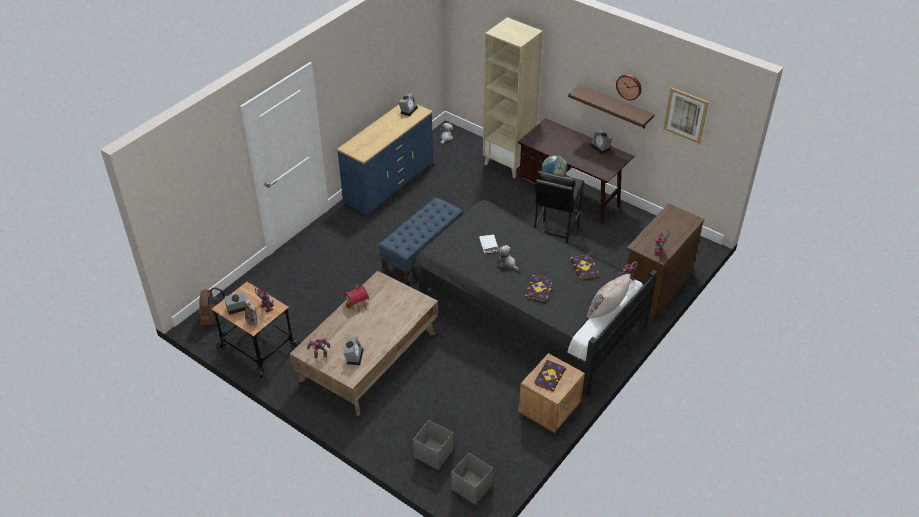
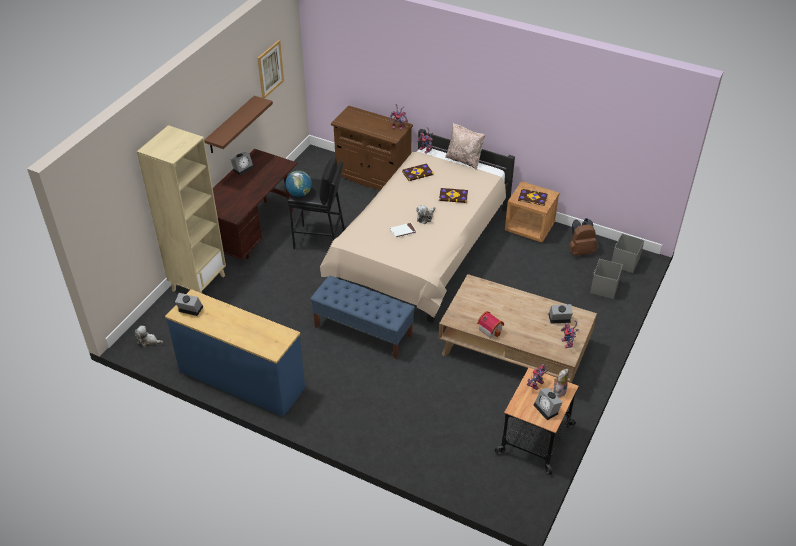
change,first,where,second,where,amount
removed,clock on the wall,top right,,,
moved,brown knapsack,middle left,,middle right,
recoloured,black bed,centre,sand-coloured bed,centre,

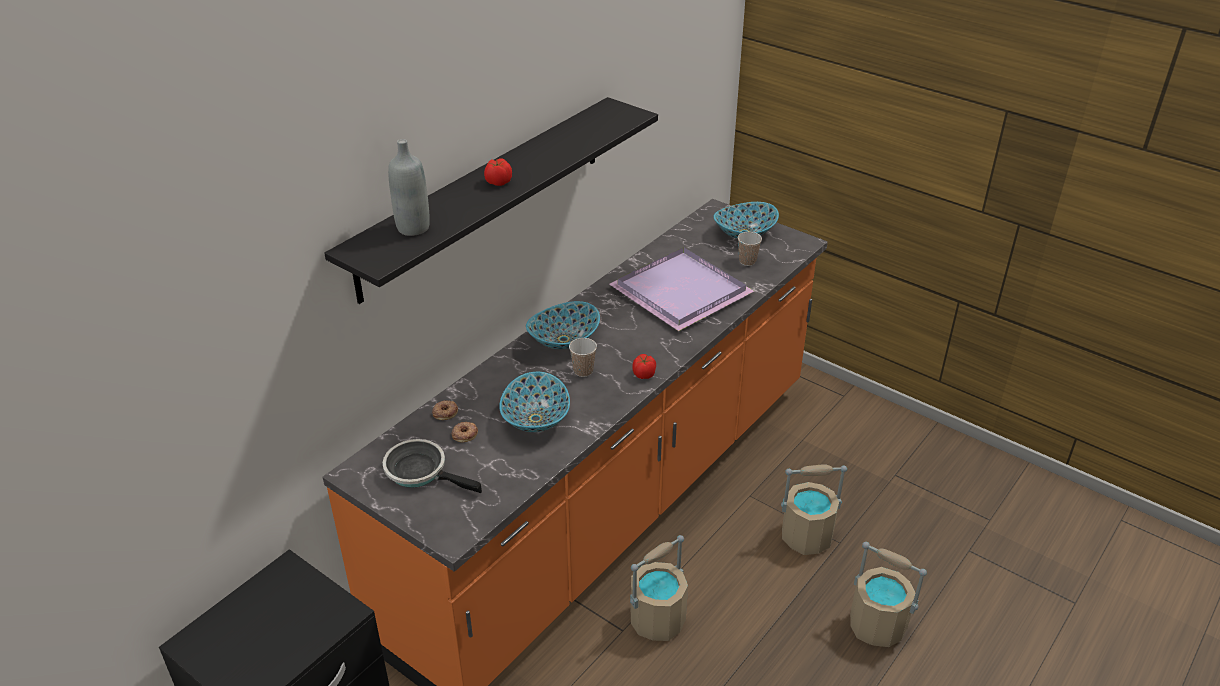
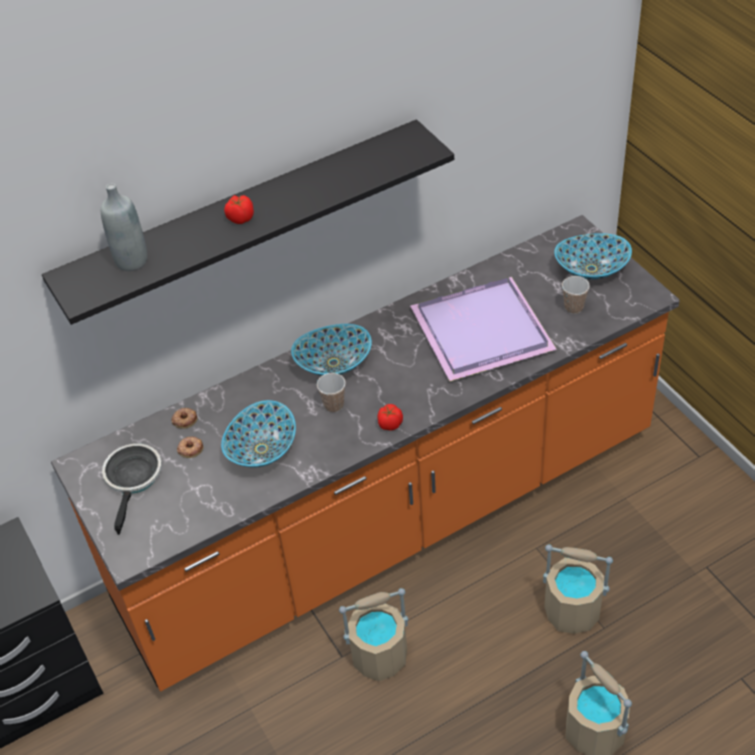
change,first,where,second,where,amount
turned,skillet,bottom centre,,middle left,45 degrees clockwise

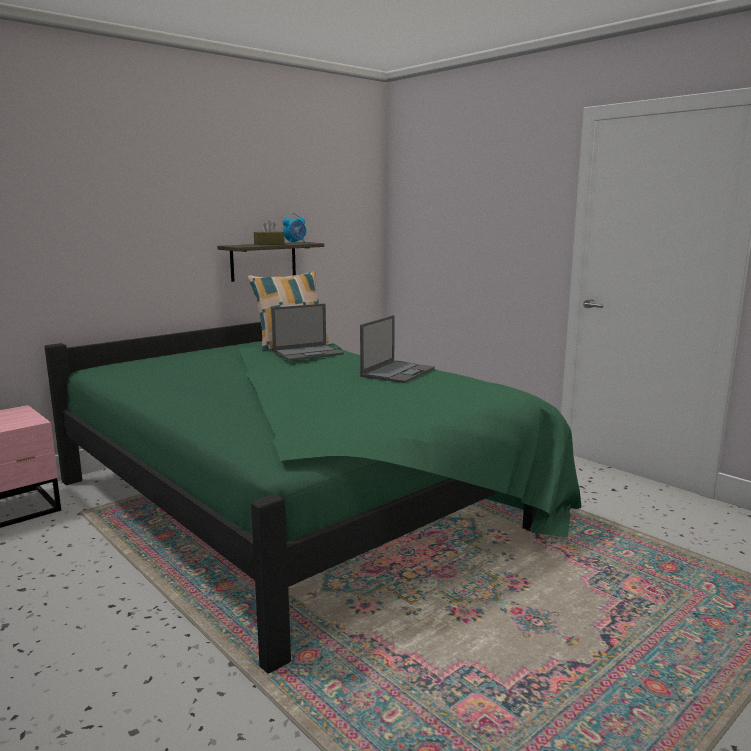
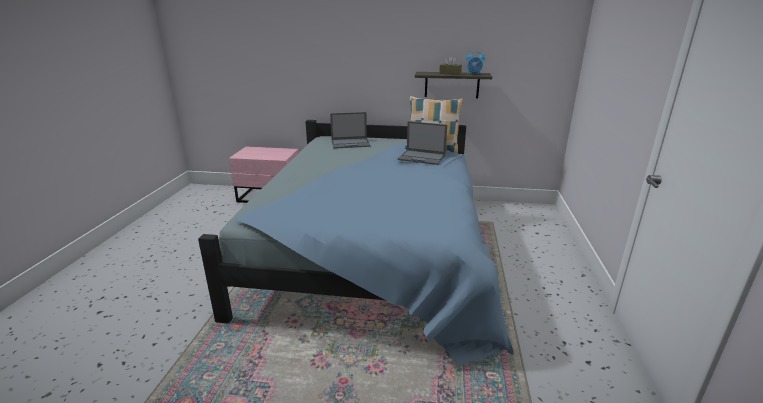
change,first,where,second,where,amount
moved,laptop (2nd from left in the first image),centre,laptop (1st from left),top centre,
recoloured,green-coloured bed,centre,bluish bed,centre,

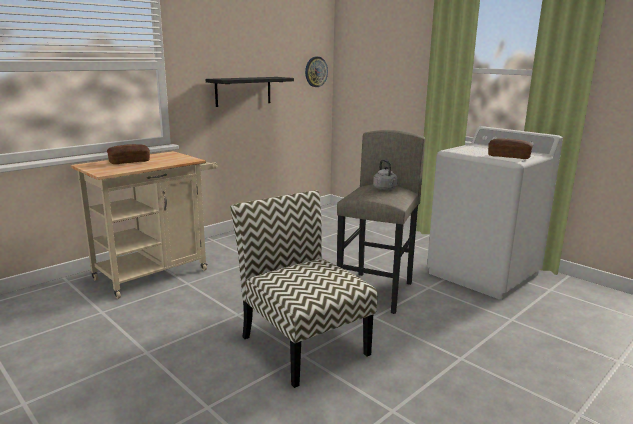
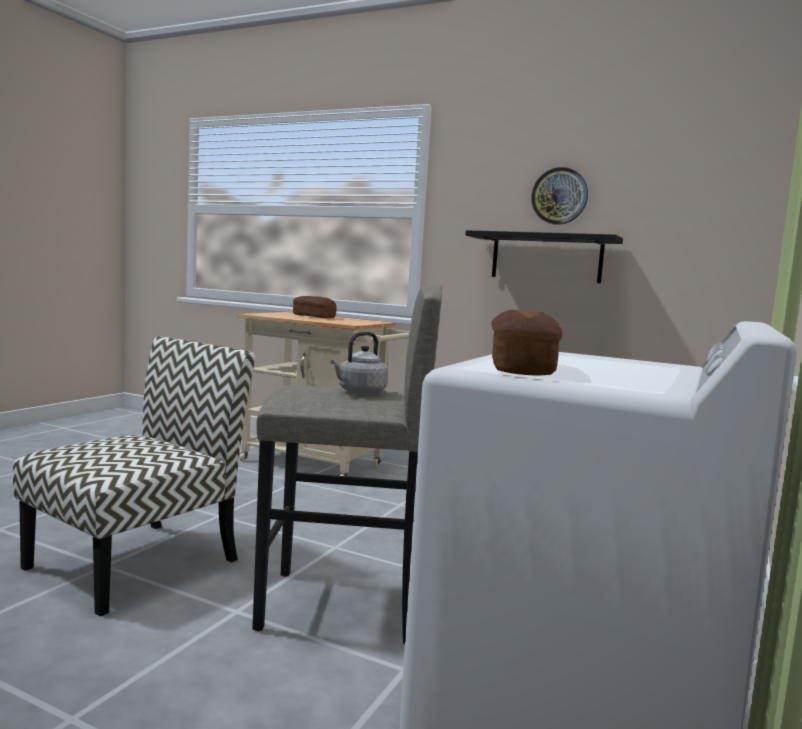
change,first,where,second,where,amount
moved,clock on the wall,top centre,,top right,

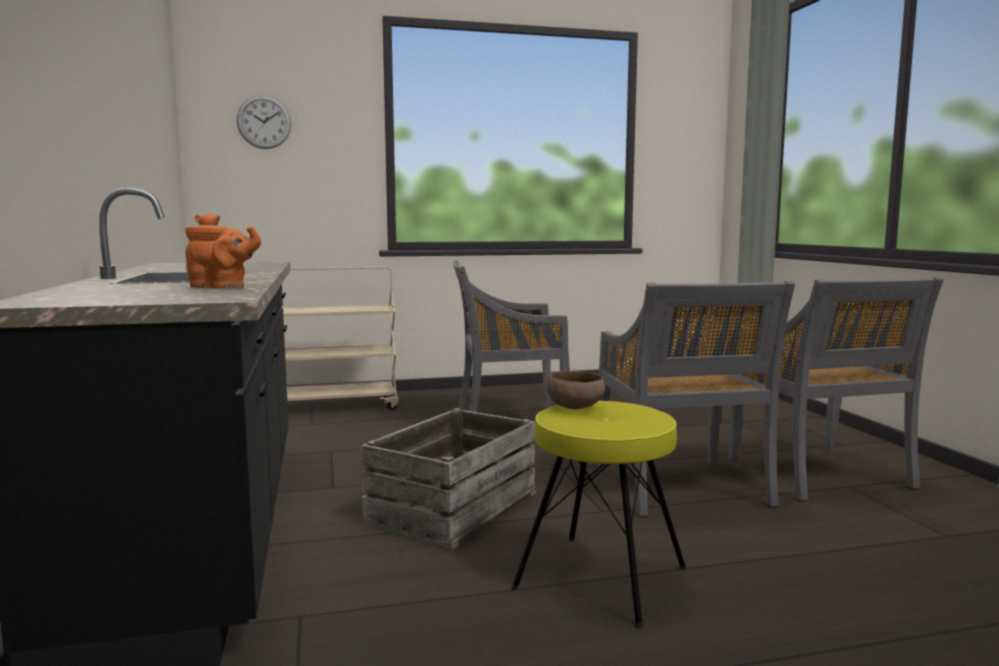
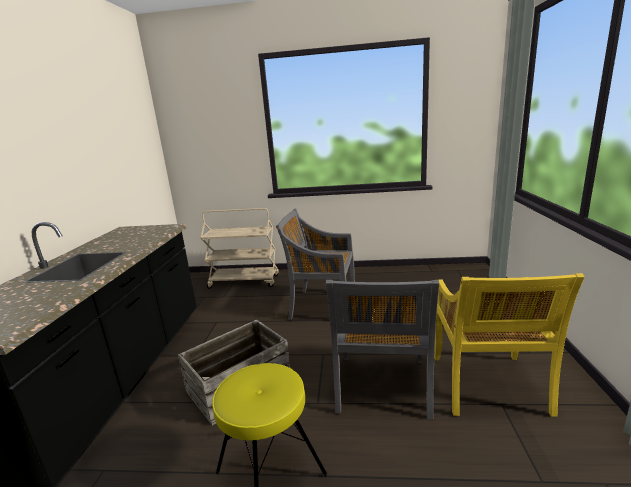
change,first,where,second,where,amount
removed,orangey teapot,middle left,,,
removed,clock on the wall,top left,,,
removed,brown serving bowl,centre,,,
recoloured,greyish upright chair (3rd from left),middle right,yellowish upright chair,bottom right,

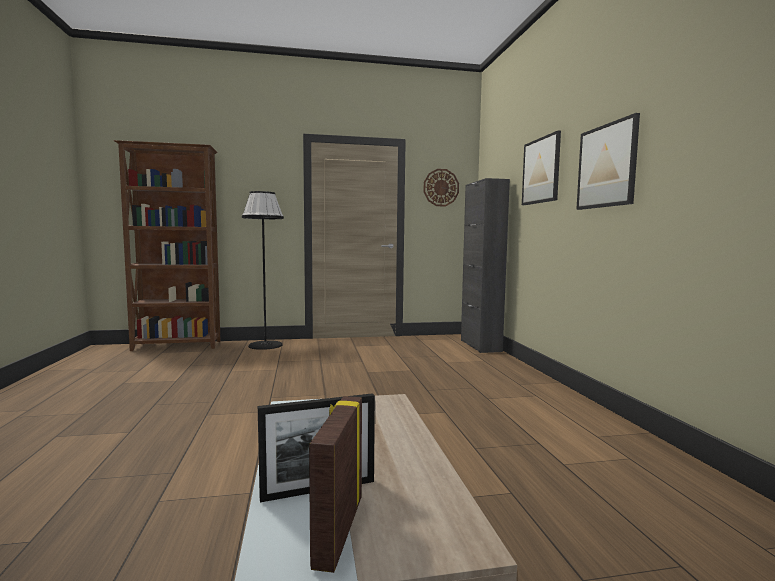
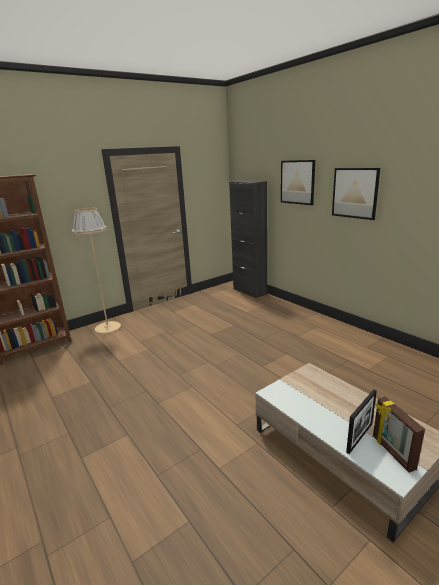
change,first,where,second,where,amount
removed,clock on the wall,top centre,,,
recoloured,black standing lamp,centre,sand-coloured standing lamp,middle left,

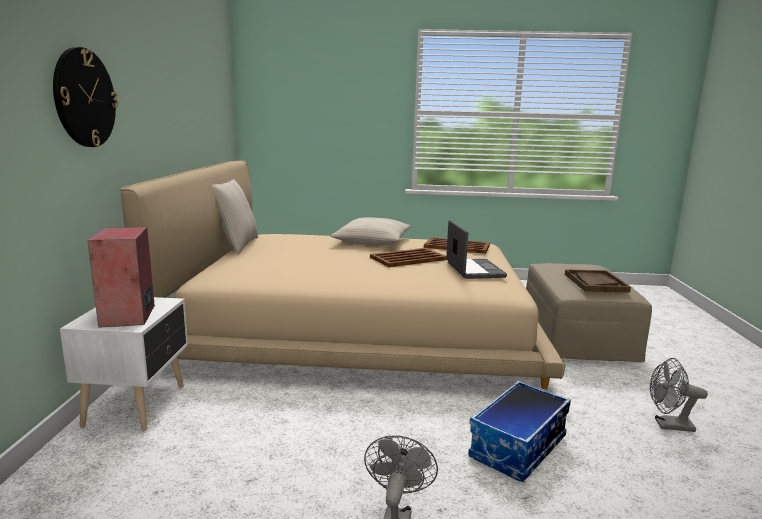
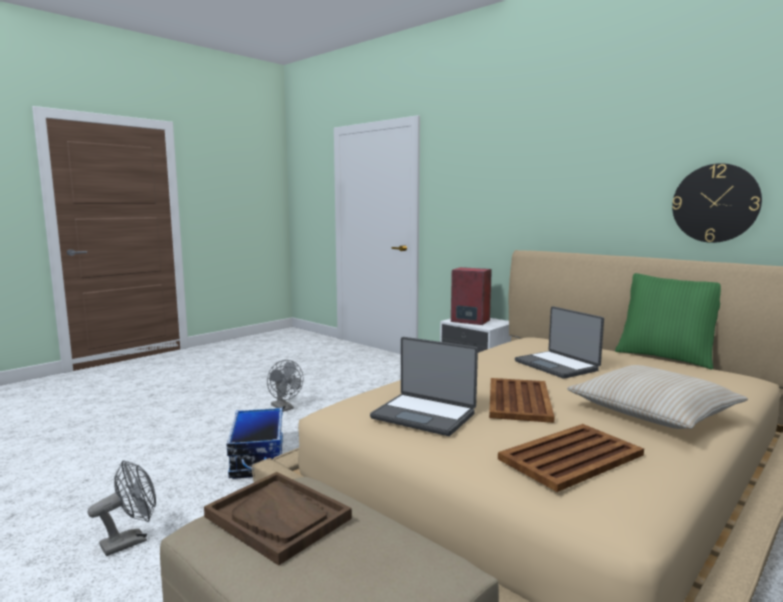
change,first,where,second,where,amount
added,,,laptop (2nd from left),middle right,
moved,clock on the wall,top left,,middle right,
recoloured,sand-coloured cushion (1st from left),middle left,green-coloured cushion,middle right,

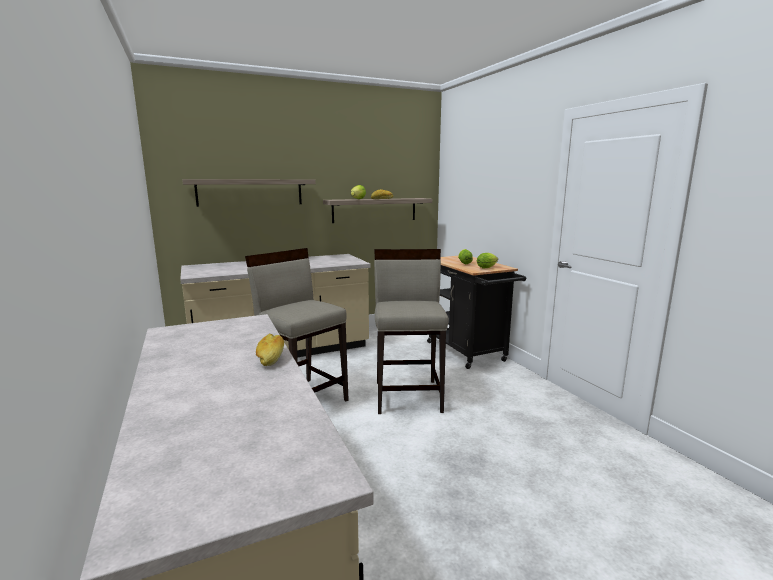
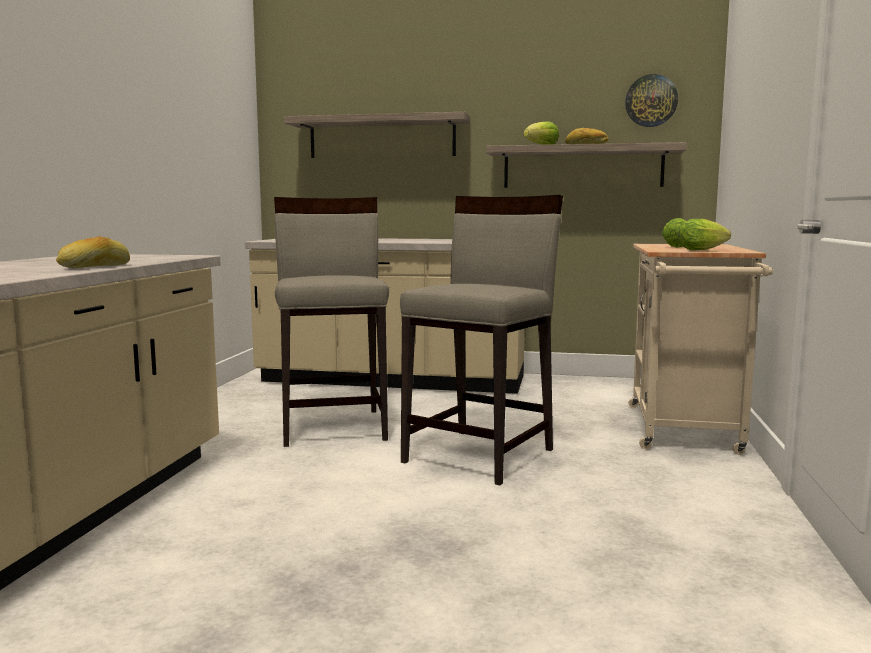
change,first,where,second,where,amount
added,,,clock on the wall,top right,
recoloured,black cart,centre,sand-coloured cart,middle right,

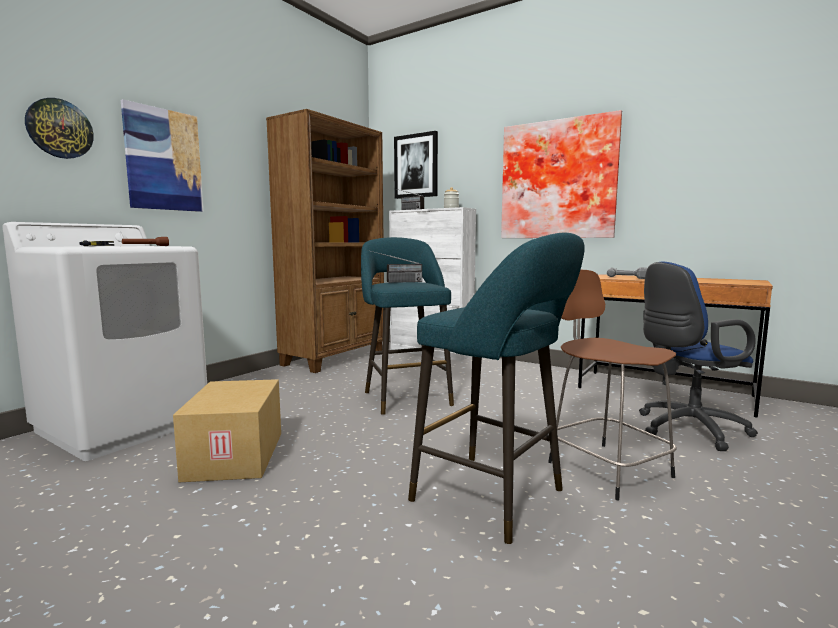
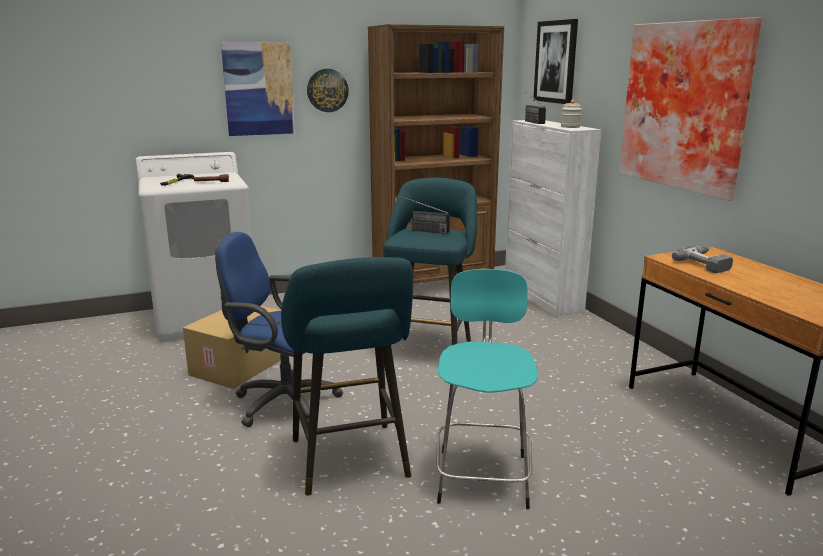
change,first,where,second,where,amount
moved,clock on the wall,top left,,top centre,
moved,bluish office chair,middle right,,centre,
recoloured,brown stool,middle right,turquoise stool (3rd from left),bottom centre,

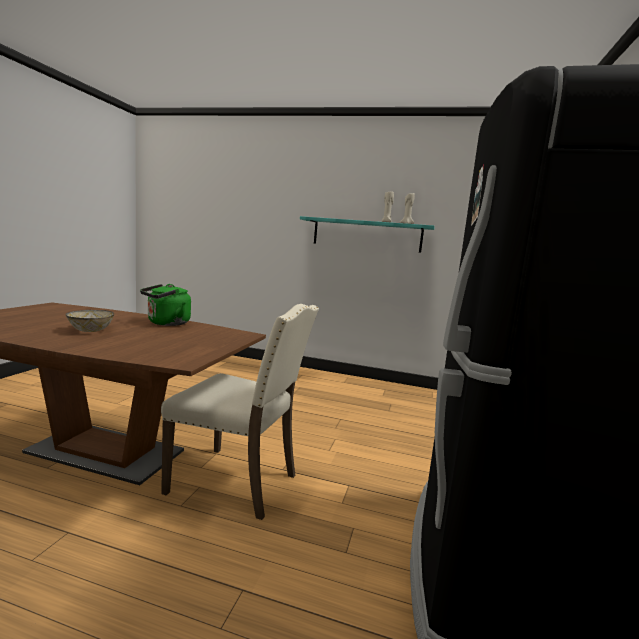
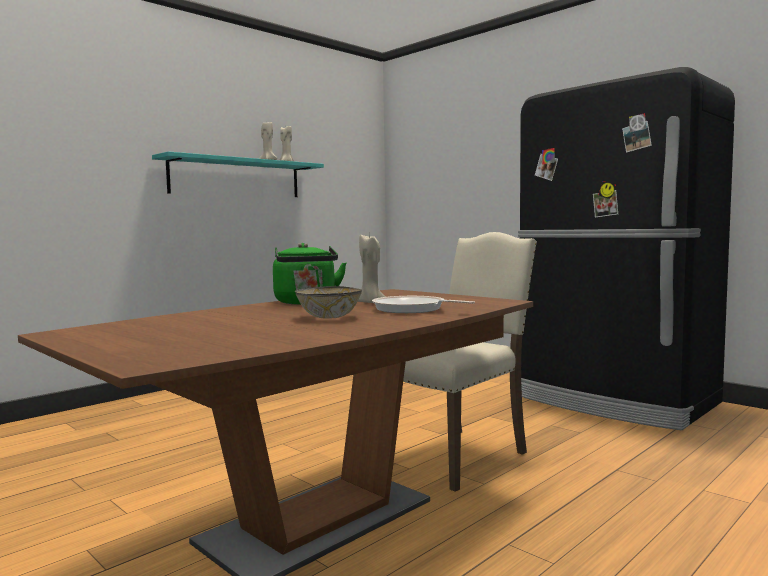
change,first,where,second,where,amount
added,,,sand-coloured candle (3rd from left),centre,
added,,,skillet,centre,

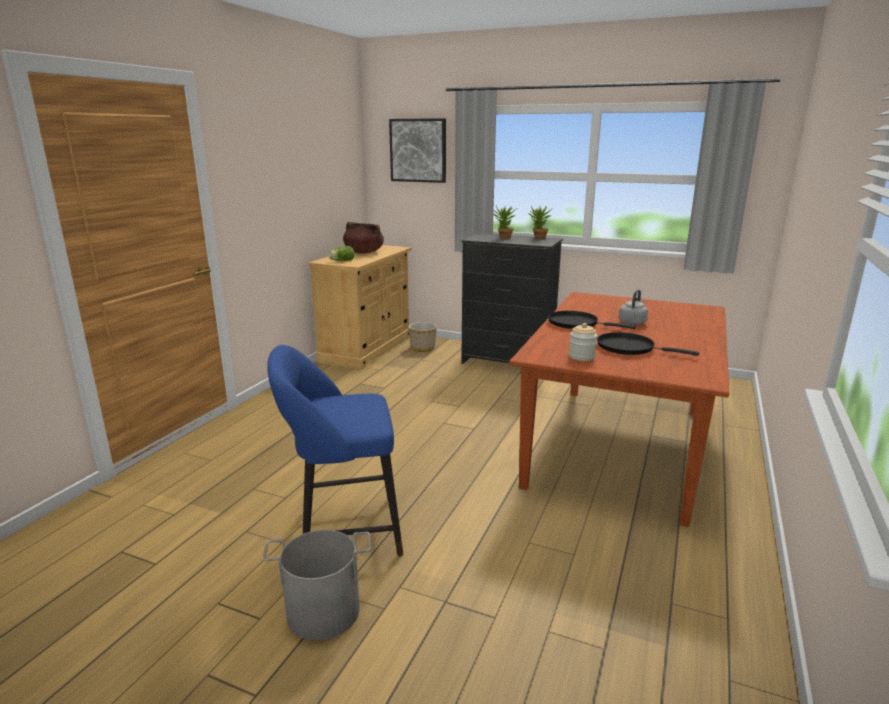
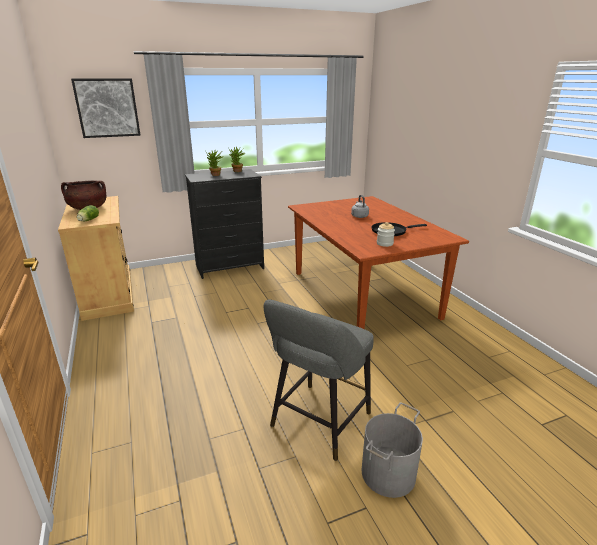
change,first,where,second,where,amount
removed,planter,centre,,,
removed,black skillet (1st from left),centre,,,
recoloured,bluish stool,centre,greyish stool,bottom centre,

